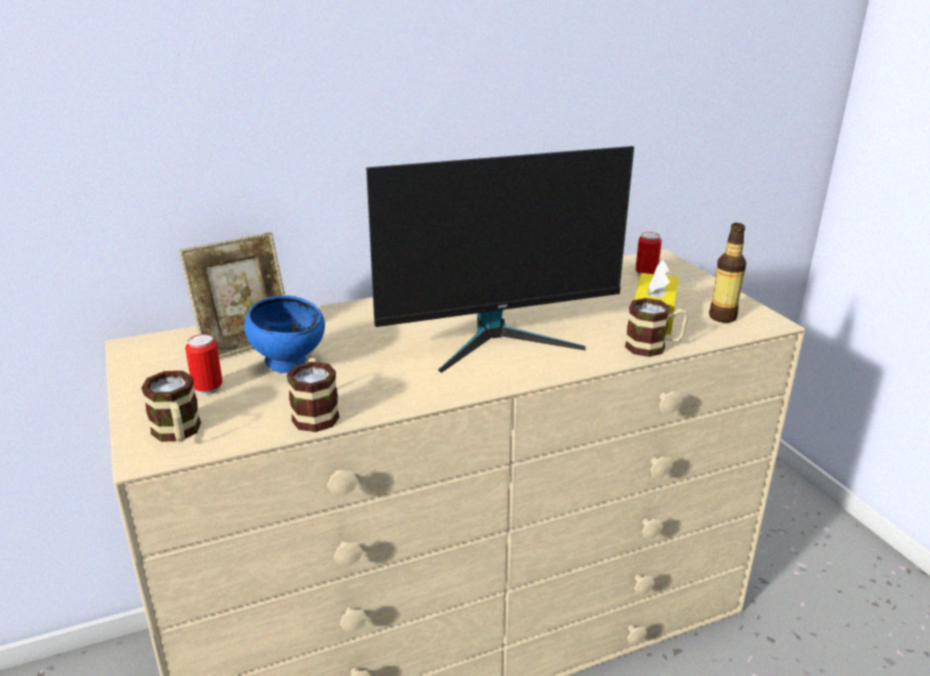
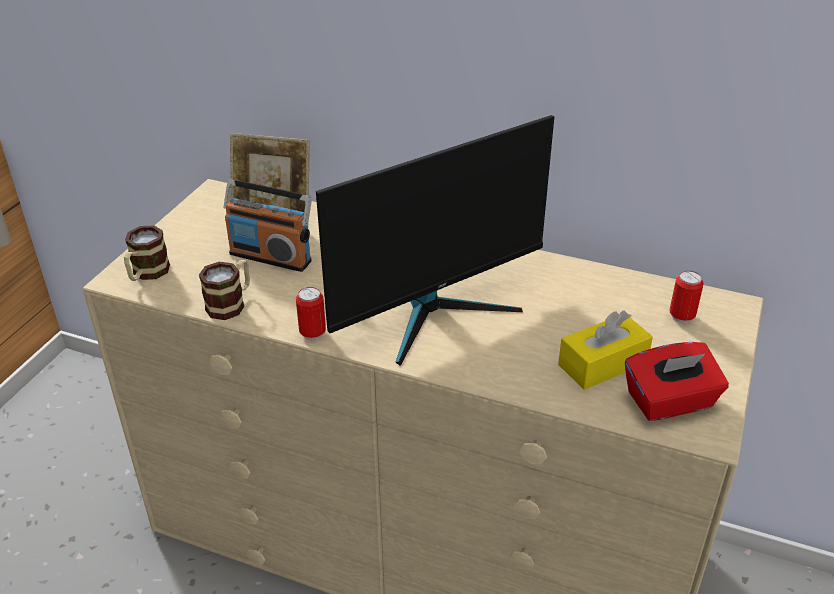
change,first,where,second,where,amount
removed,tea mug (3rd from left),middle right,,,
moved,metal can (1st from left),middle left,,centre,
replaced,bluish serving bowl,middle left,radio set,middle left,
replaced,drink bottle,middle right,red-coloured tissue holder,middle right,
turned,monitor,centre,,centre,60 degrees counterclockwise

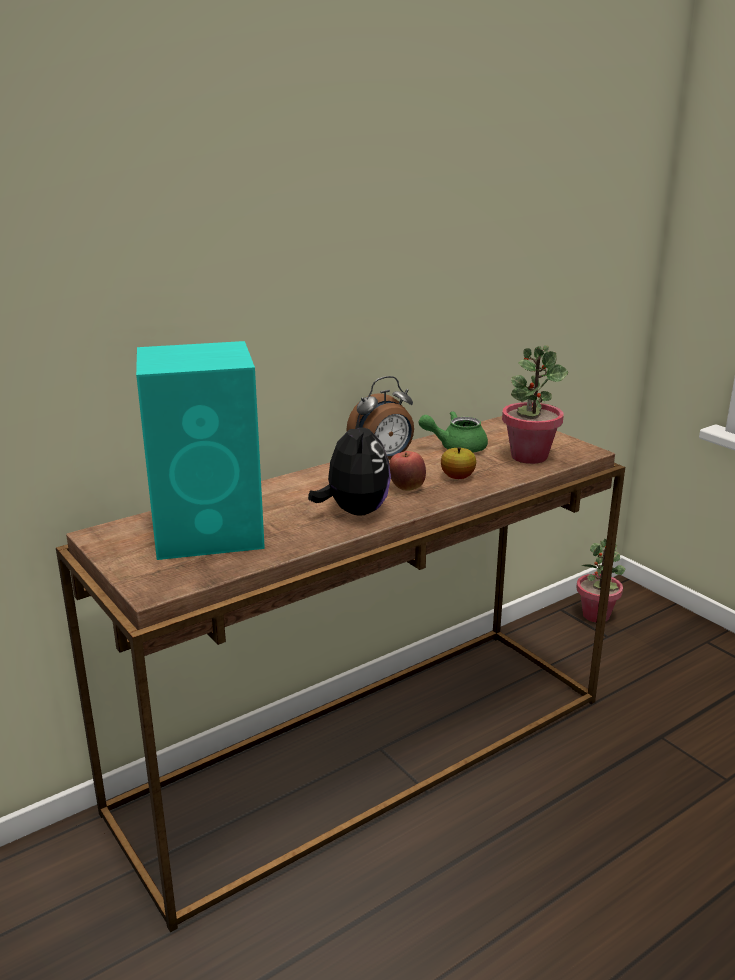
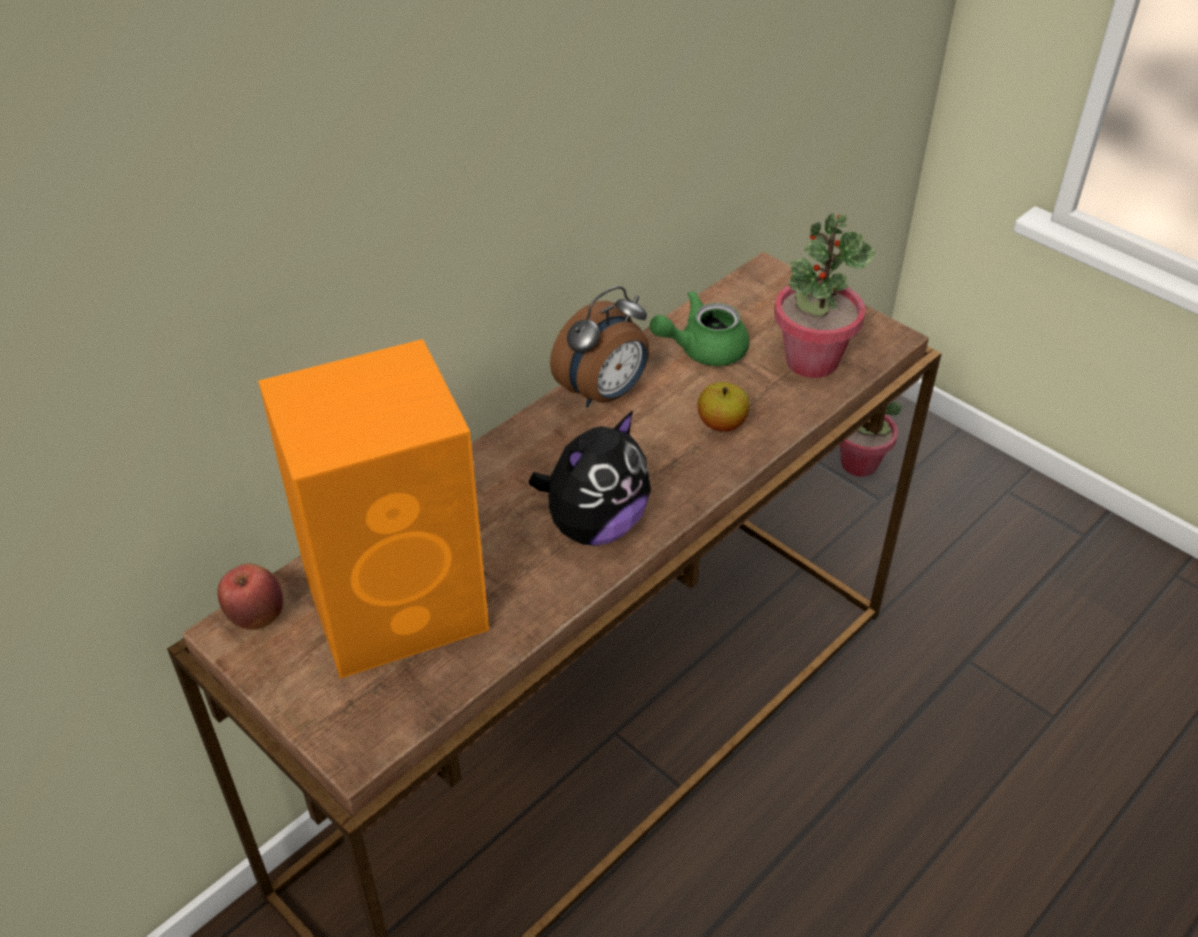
change,first,where,second,where,amount
moved,apple fruit (1st from left),centre,,middle left,
recoloured,turquoise audio speaker,middle left,orangey audio speaker,middle left,
turned,soft toy,centre,,centre,60 degrees clockwise

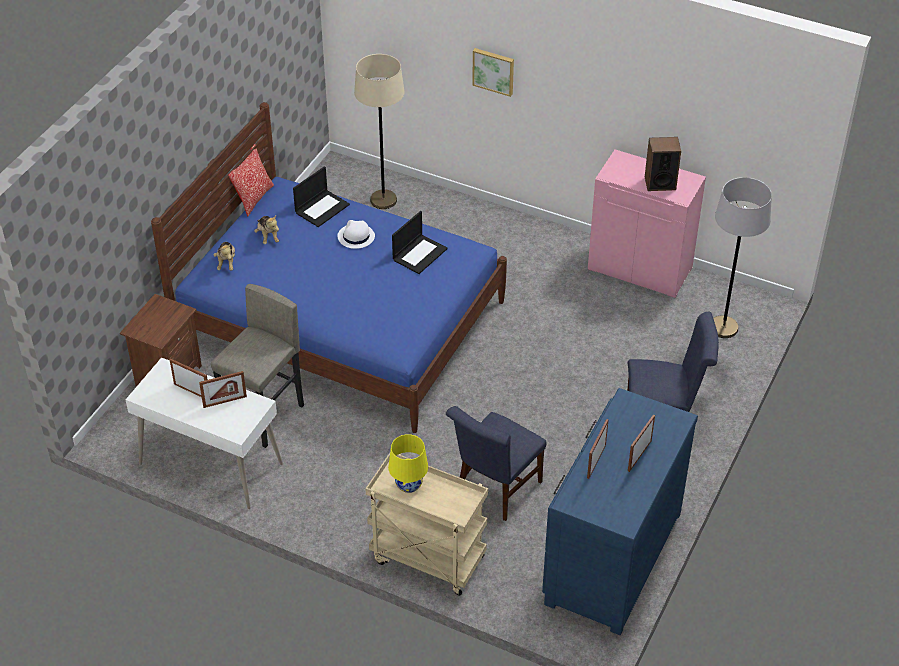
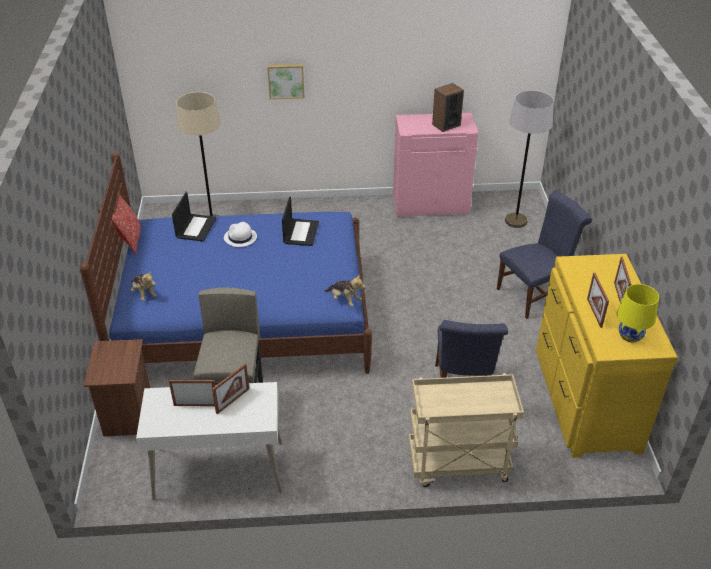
change,first,where,second,where,amount
moved,soft toy (2nd from left),middle left,,centre,
moved,yellowish table lamp,bottom centre,,middle right,
recoloured,bluish dresser,bottom right,yellowish dresser,middle right,

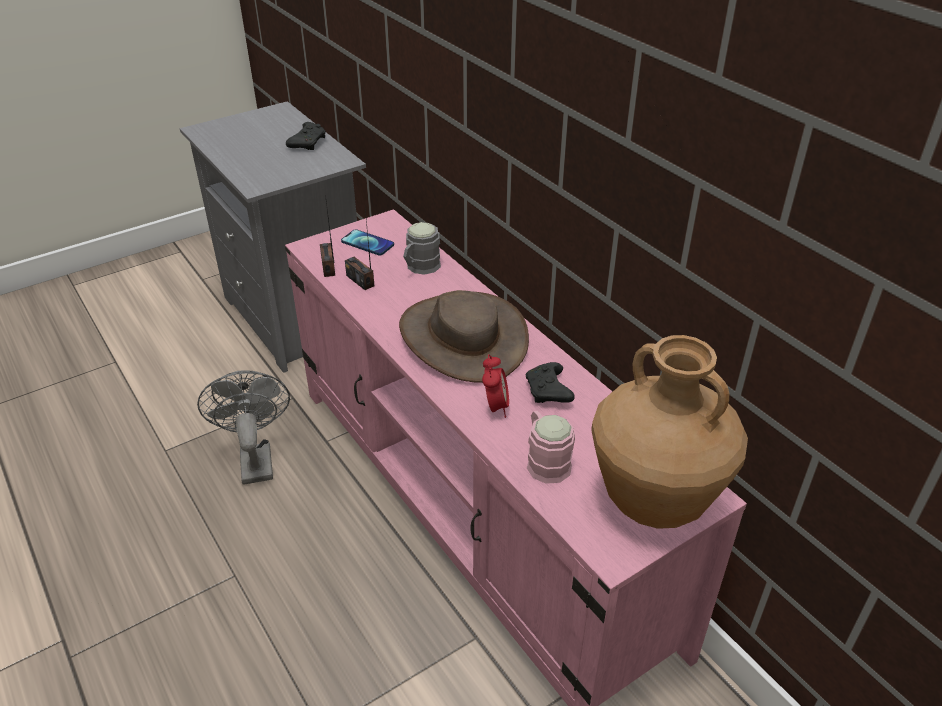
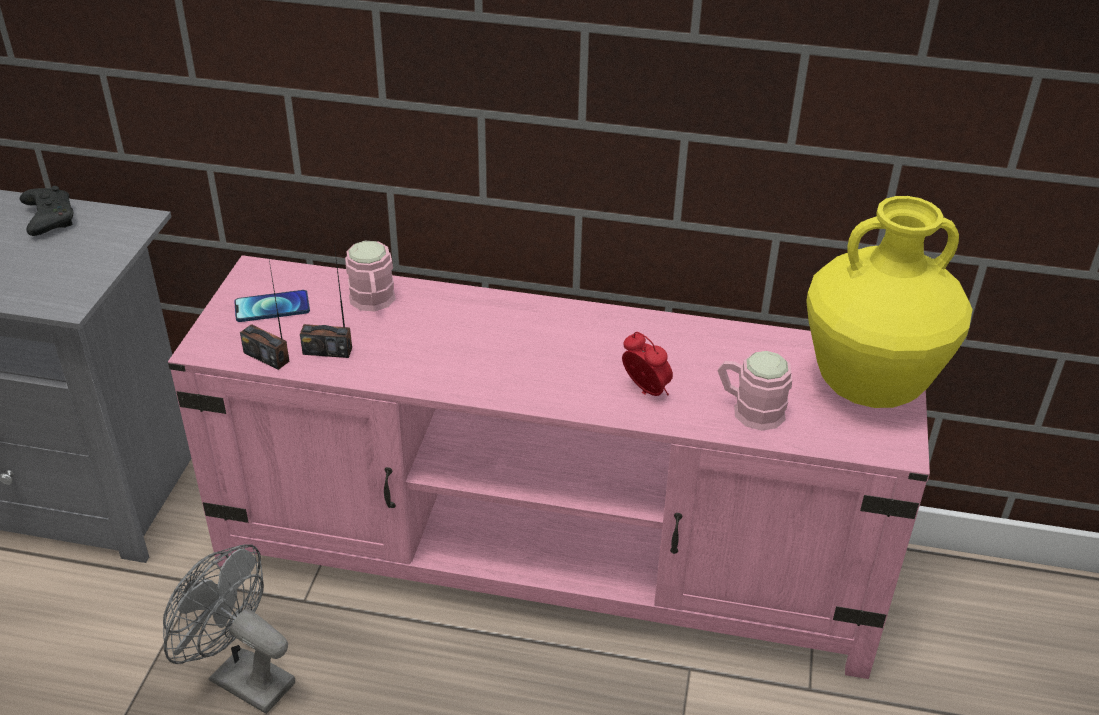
change,first,where,second,where,amount
removed,brown wearable hat,centre,,,
removed,black game controller (2nd from left),centre,,,
recoloured,greyish tea mug,centre,pink tea mug (1st from left),centre,
recoloured,brown vase,middle right,yellowish vase,middle right,

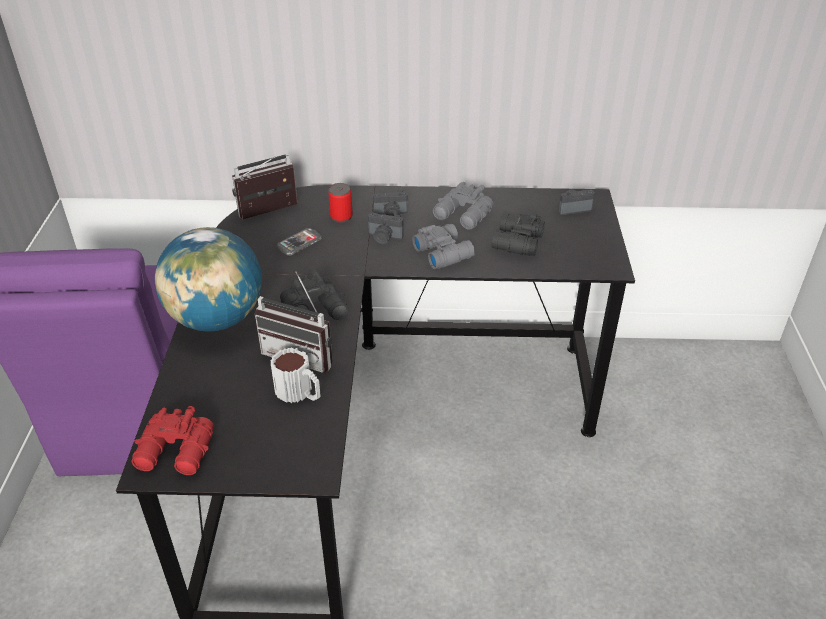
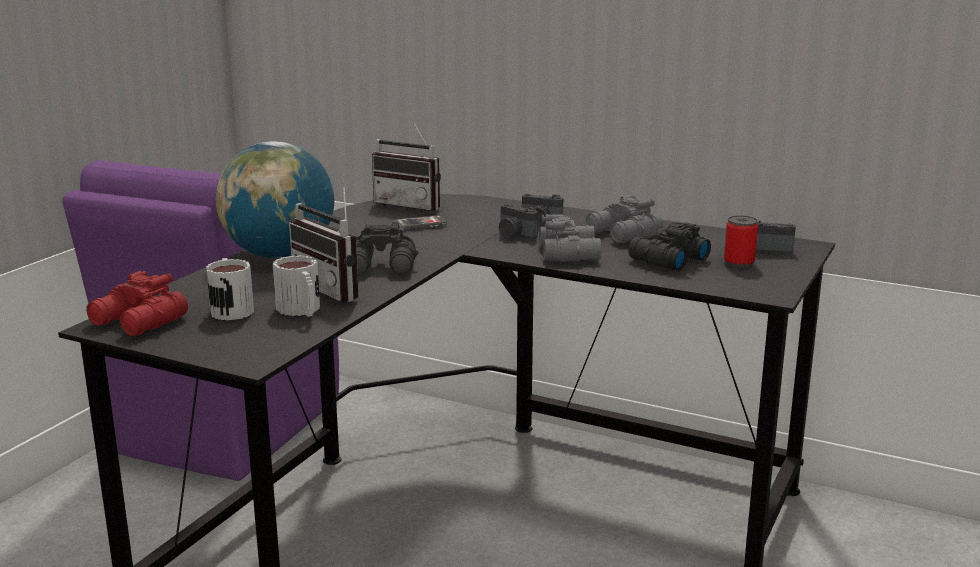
change,first,where,second,where,amount
added,,,tea mug (1st from left),middle left,
moved,metal can,top centre,,middle right,
turned,radio set (1st from left in the first image),top left,radio set (2nd from left),top centre,150 degrees counterclockwise

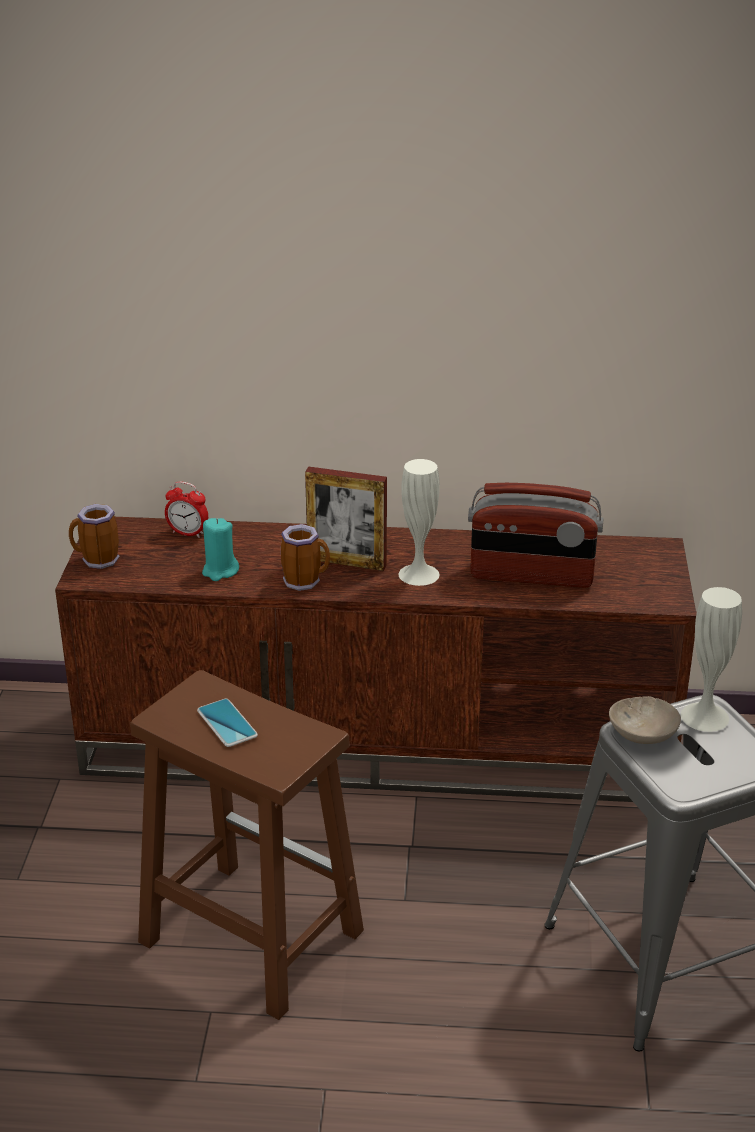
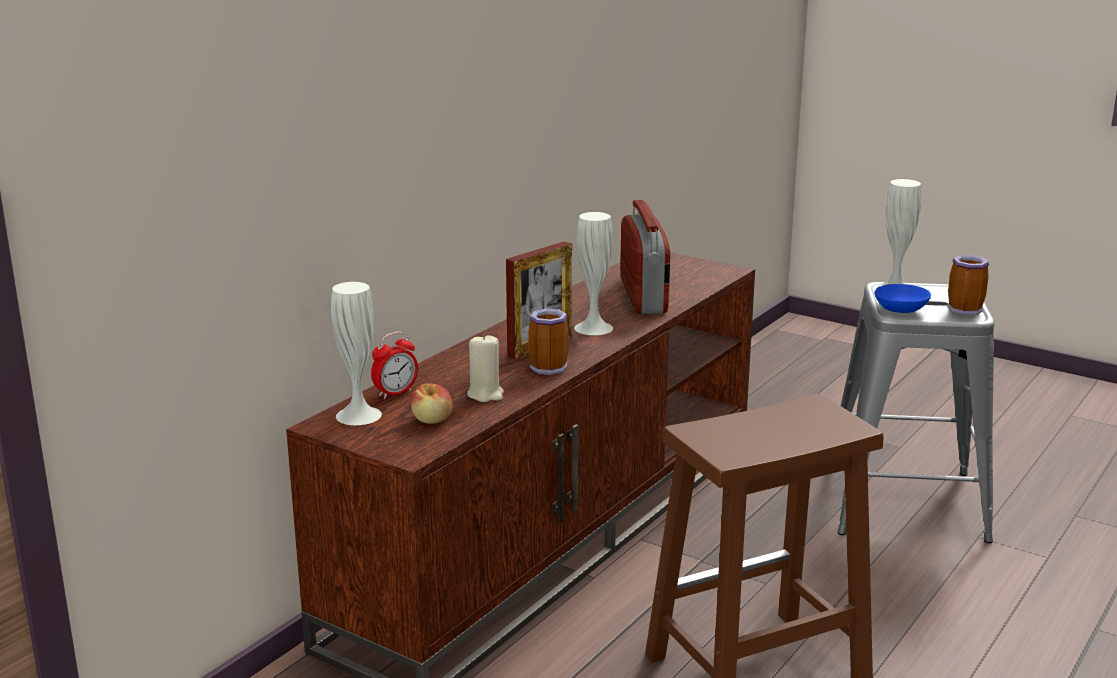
change,first,where,second,where,amount
removed,phone,middle left,,,
added,,,whitish vase (1st from left),middle left,
added,,,apple fruit,centre,
moved,tea mug (1st from left in the first image),middle left,tea mug (2nd from left),middle right,
recoloured,turquoise candle,middle left,sand-coloured candle,centre,
recoloured,sand-coloured serving bowl,middle right,bluish serving bowl,middle right,
turned,radio set,middle right,,centre,45 degrees counterclockwise

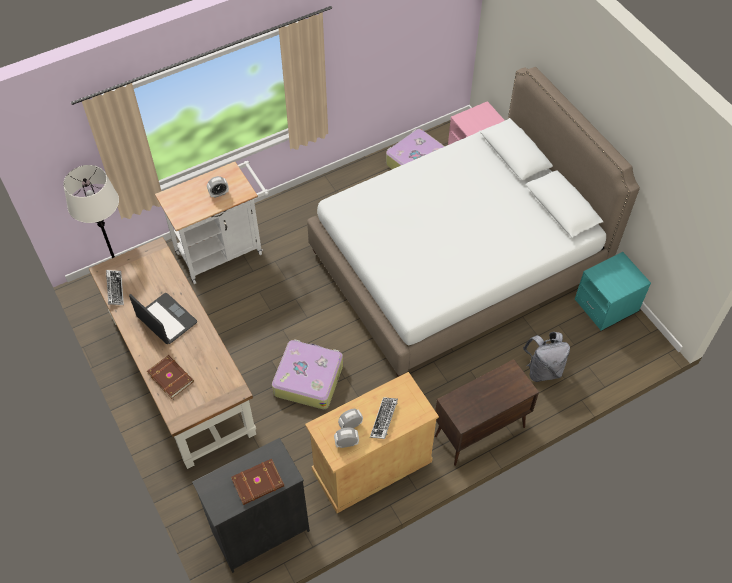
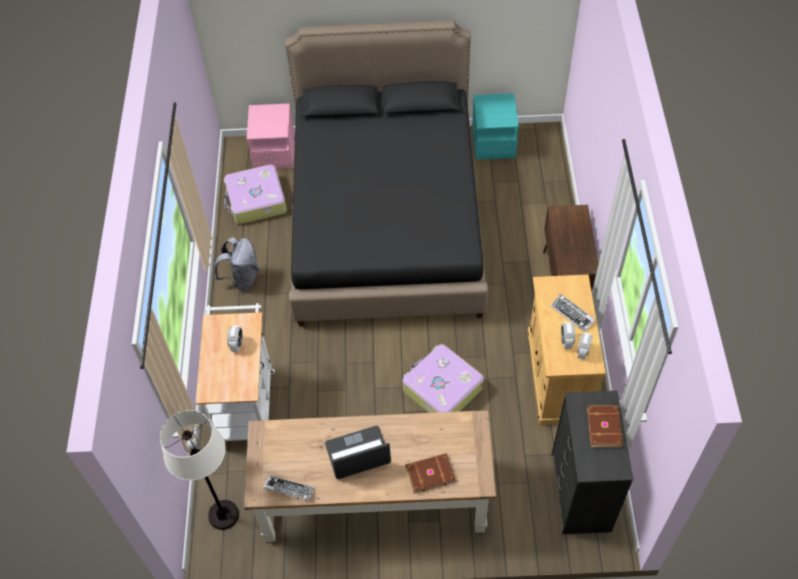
change,first,where,second,where,amount
moved,greyish knapsack,middle right,,middle left,
recoloured,whitish bed,centre,black bed,top centre,

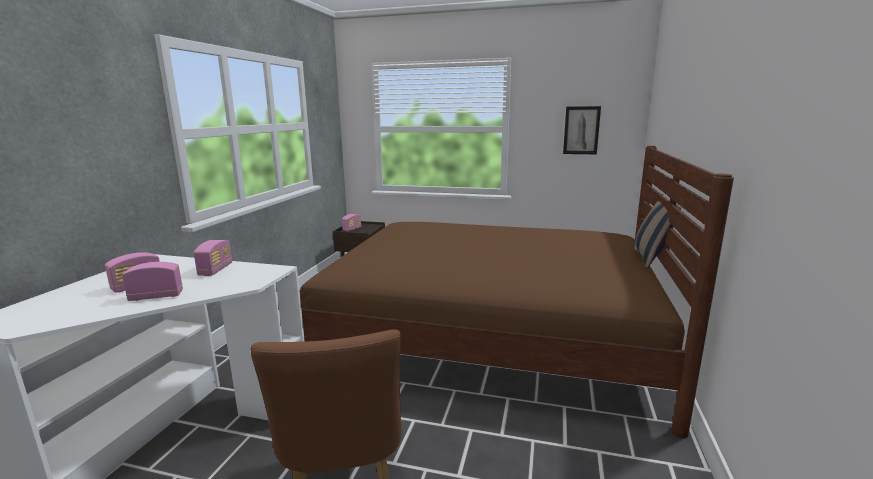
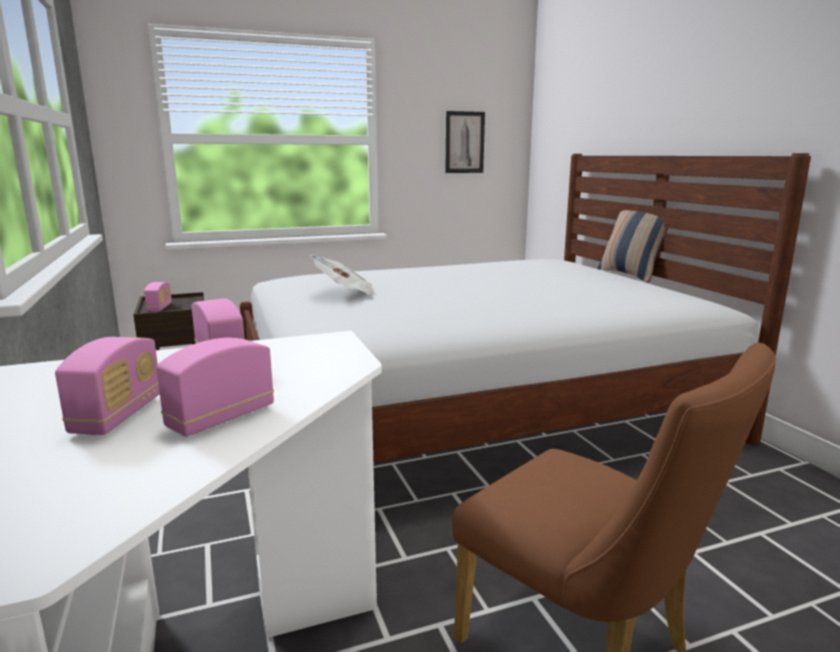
change,first,where,second,where,amount
added,,,newspaper,centre,
recoloured,brown bed,centre,whitish bed,centre,

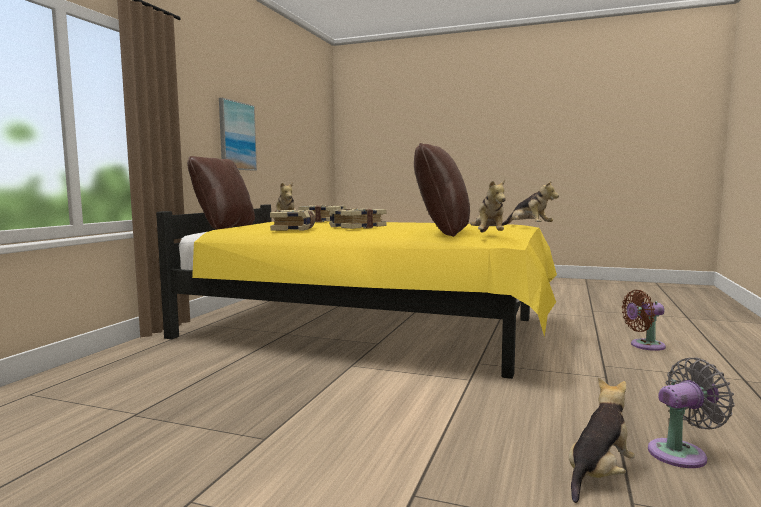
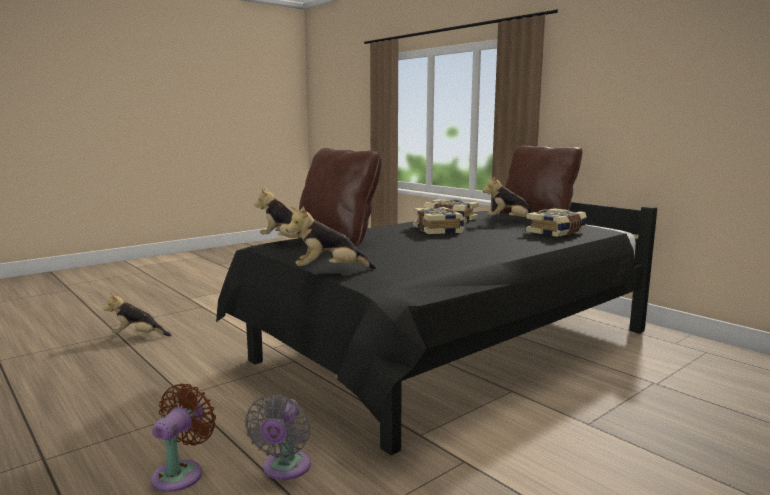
change,first,where,second,where,amount
removed,wall art,top left,,,
moved,greyish electric fan,bottom right,,bottom centre,
recoloured,yellowish bed,centre,black bed,centre,
turned,soft toy (4th from left in the first image),bottom right,soft toy (1st from left),middle left,105 degrees clockwise

